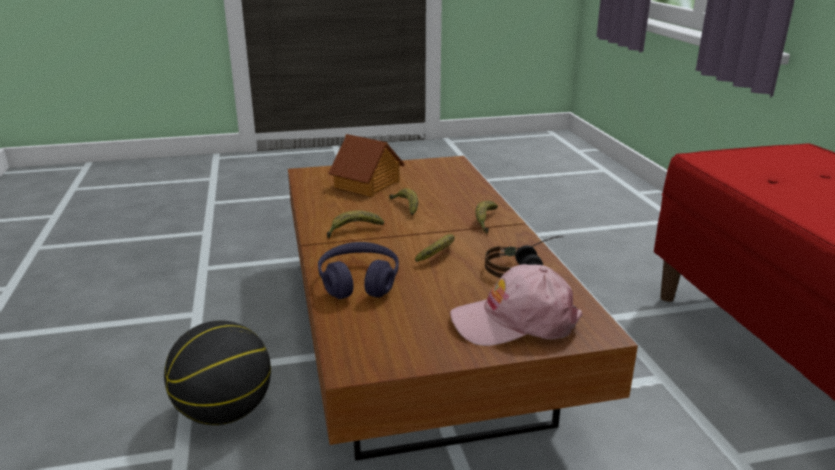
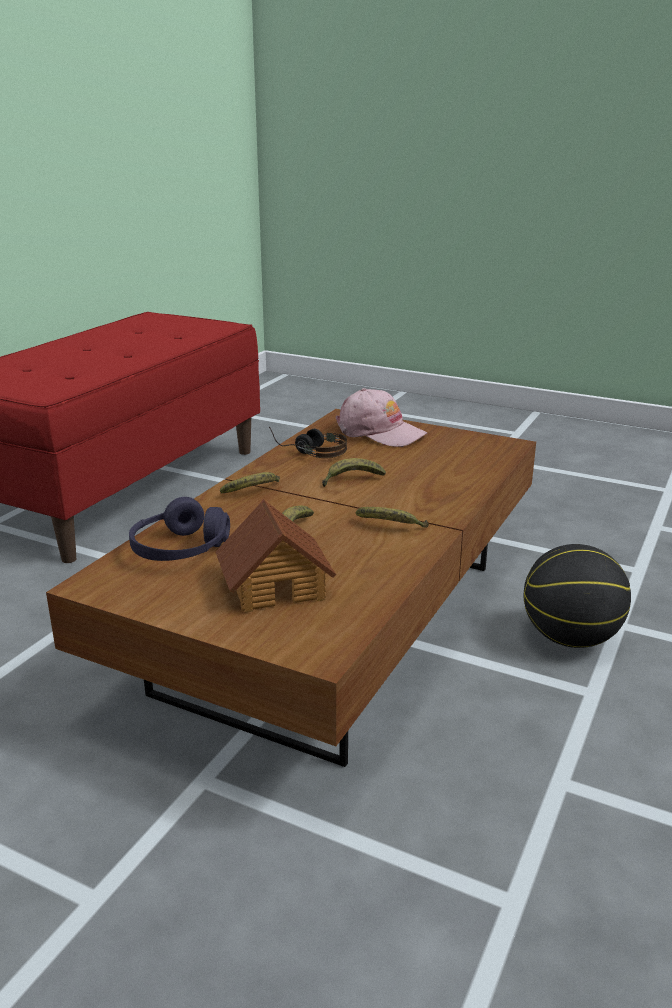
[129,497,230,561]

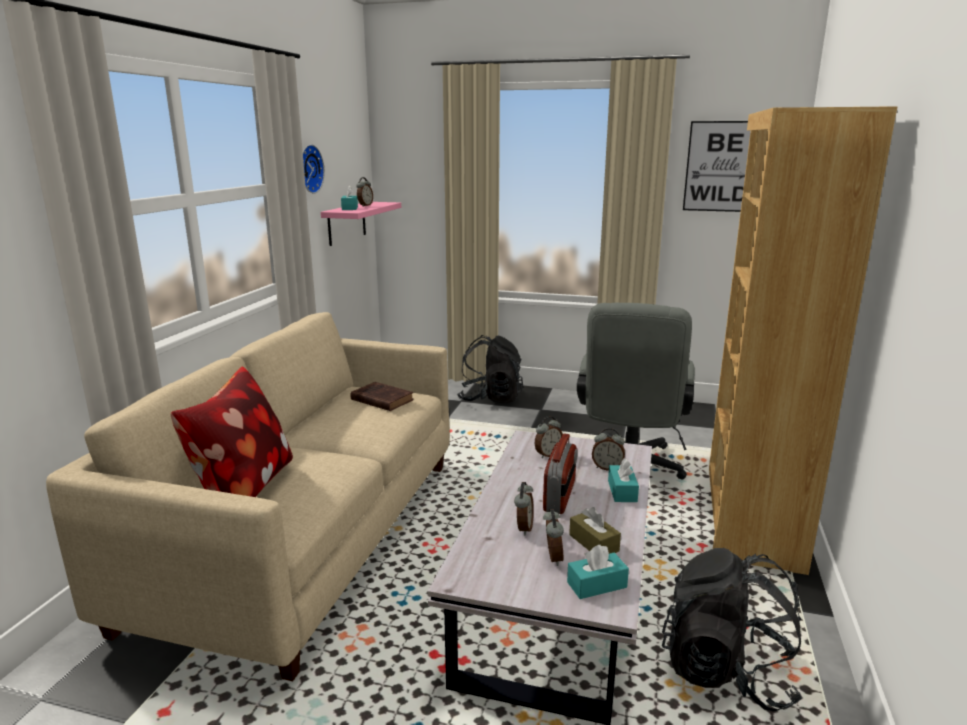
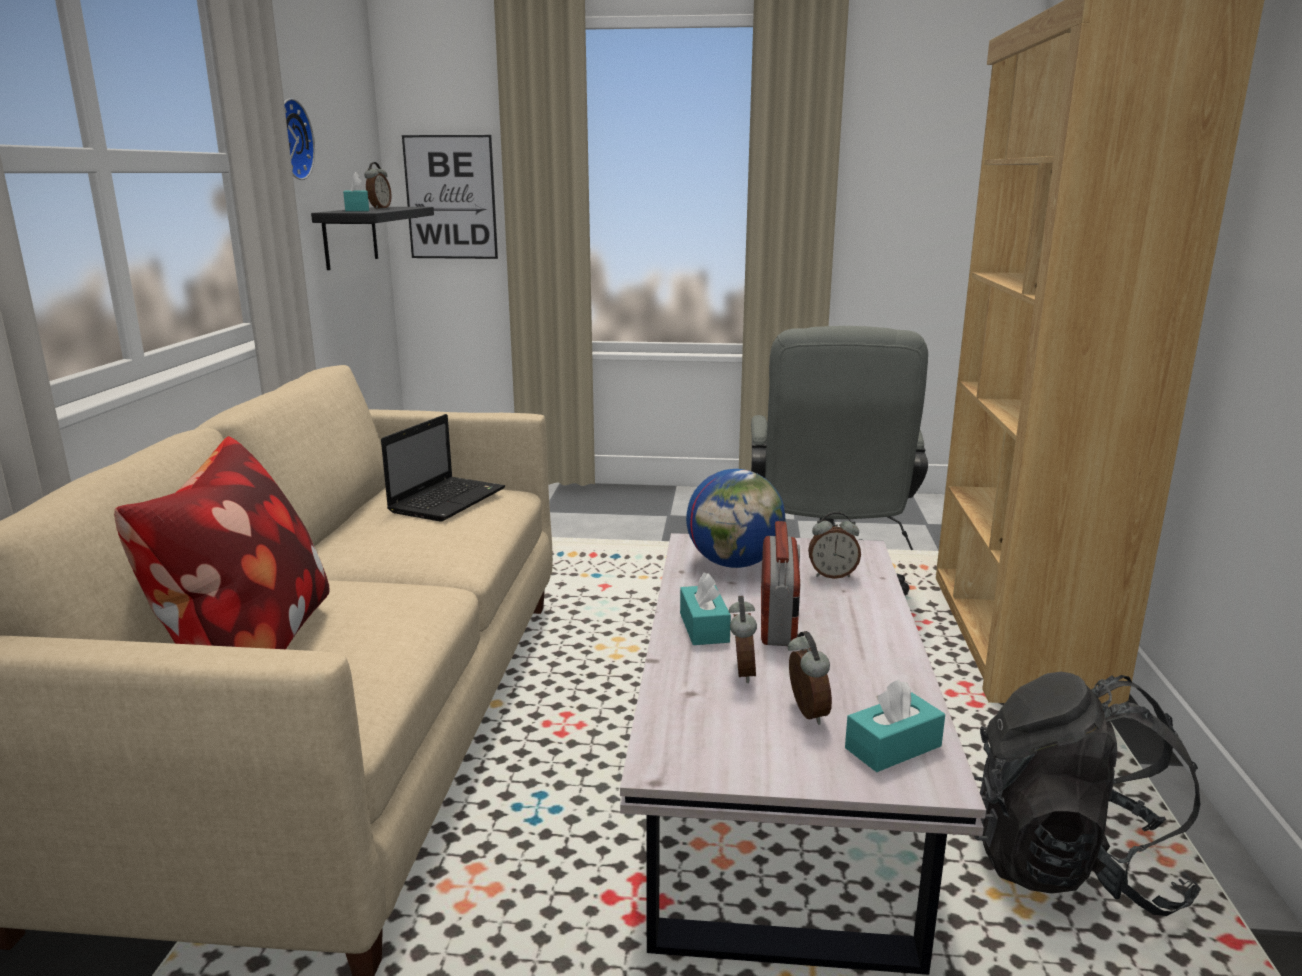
[311,207,434,270]
[381,414,505,522]
[402,135,498,259]
[680,573,731,645]
[686,469,785,568]
[457,335,523,403] (first image)
[569,507,621,554] (first image)

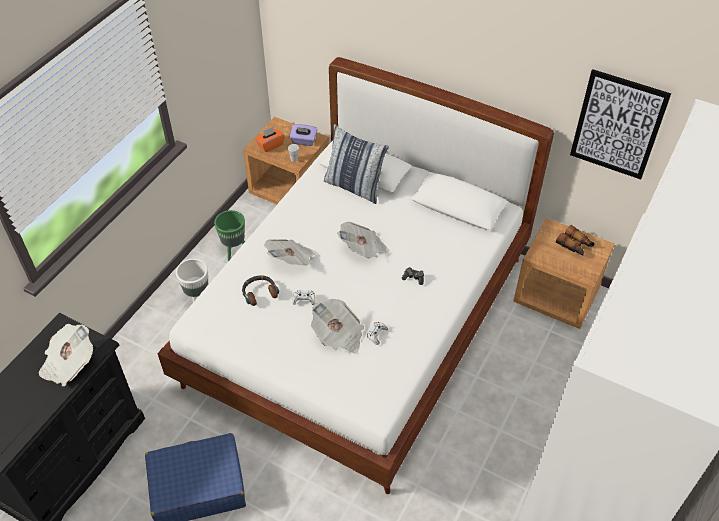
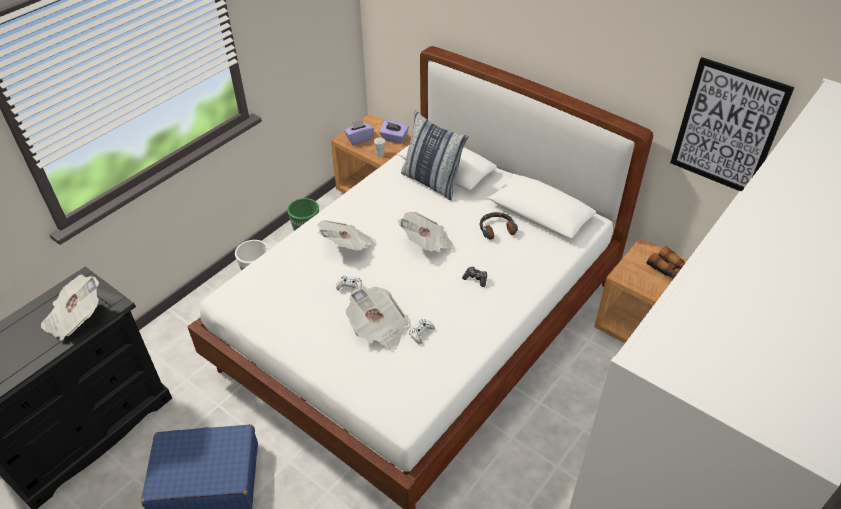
[344,119,374,145]
[480,212,518,240]

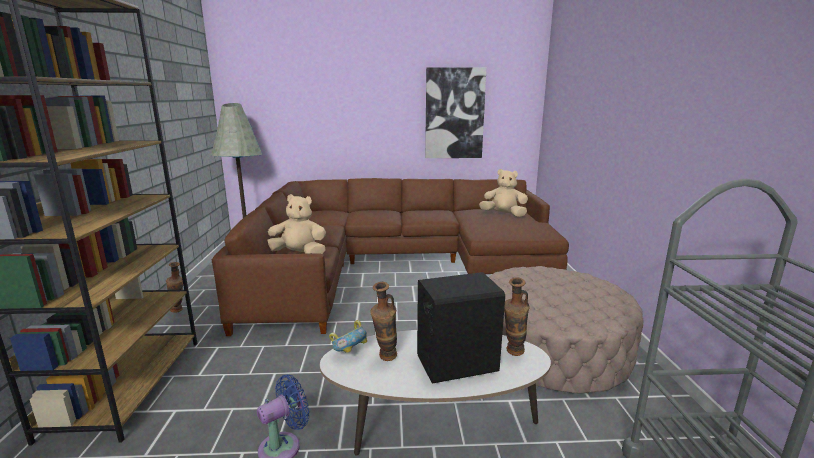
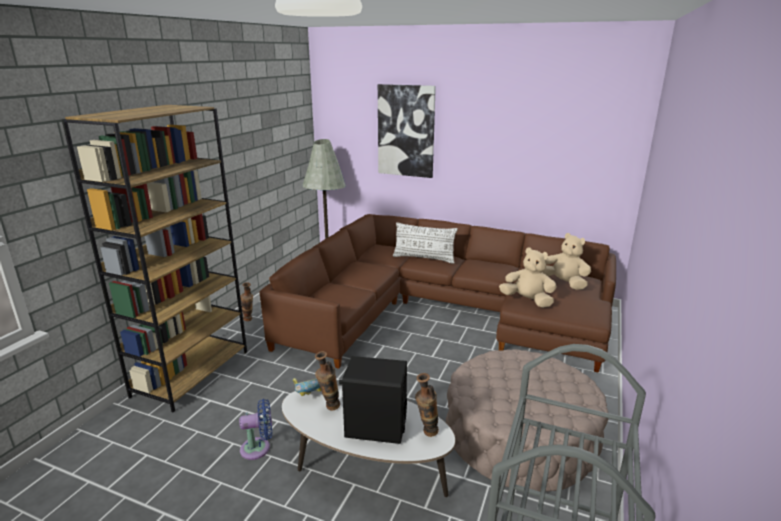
[378,84,436,178]
[393,222,458,264]
[499,247,557,308]

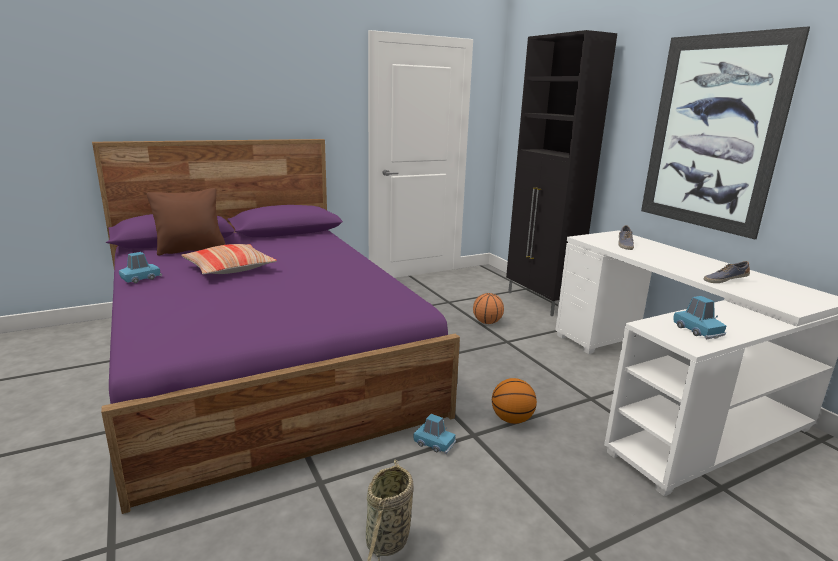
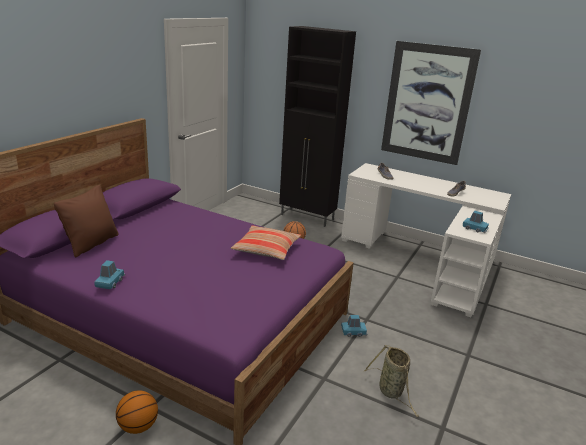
[116,390,158,434]
[231,225,301,260]

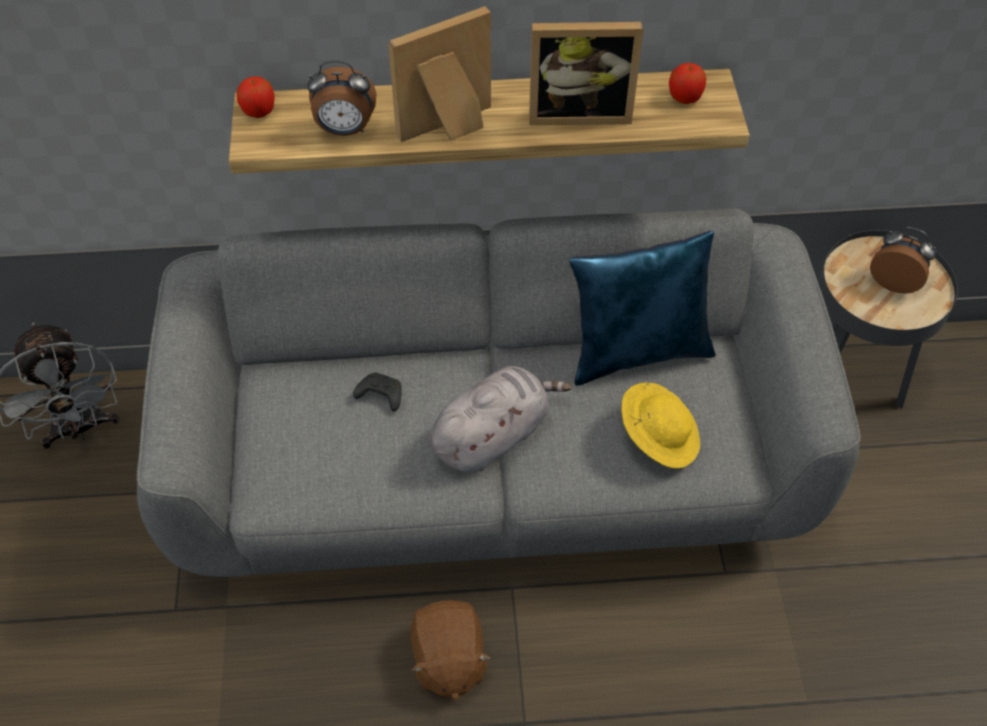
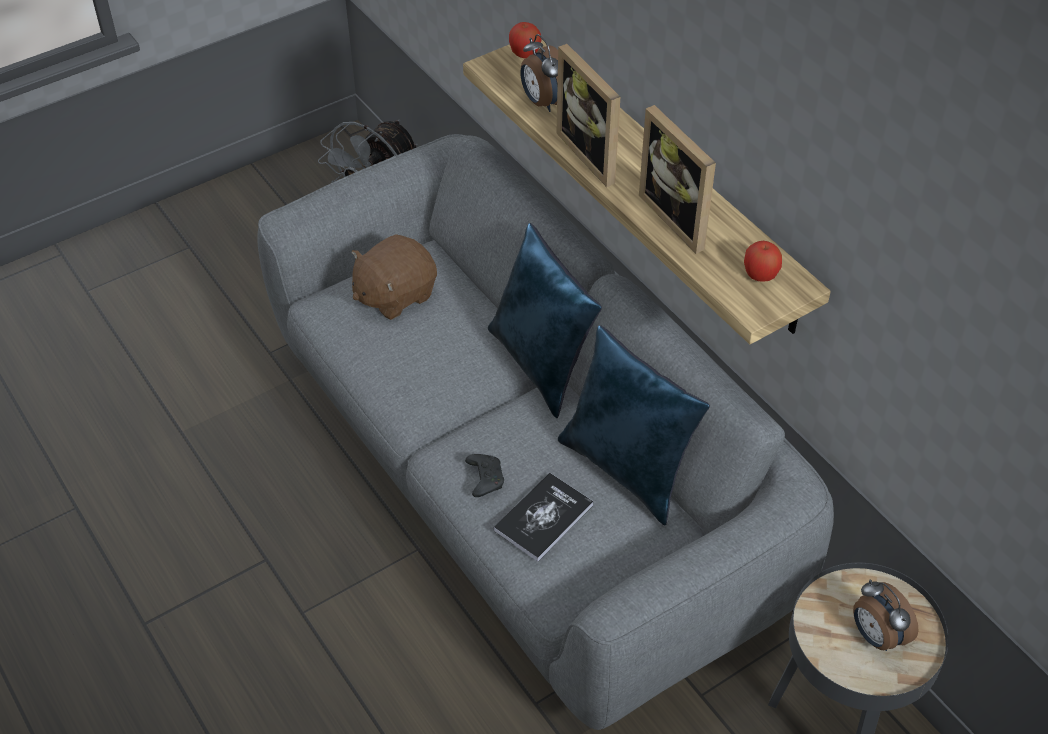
[352,234,437,320]
[465,454,504,497]
[488,223,602,418]
[493,473,594,562]
[556,44,620,187]
[853,580,919,651]
[430,366,572,472] (first image)

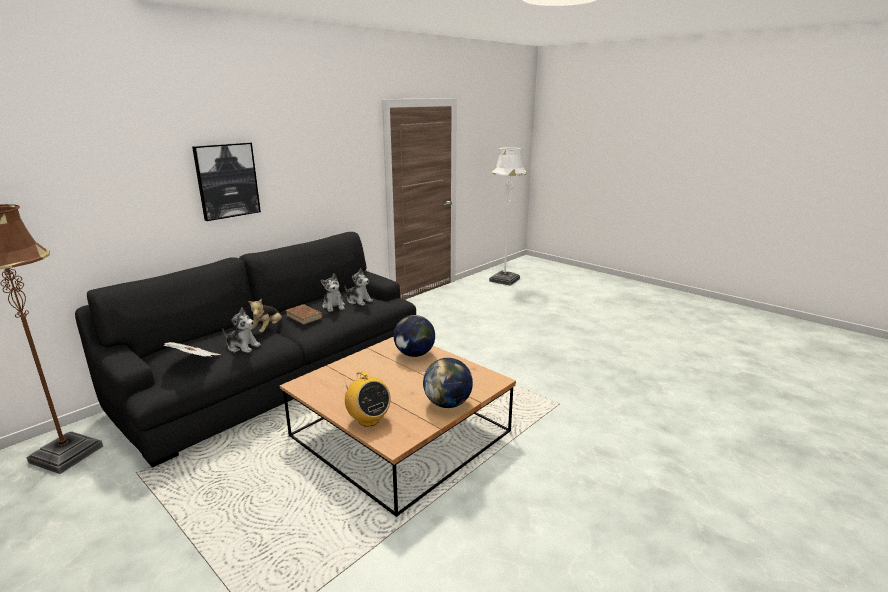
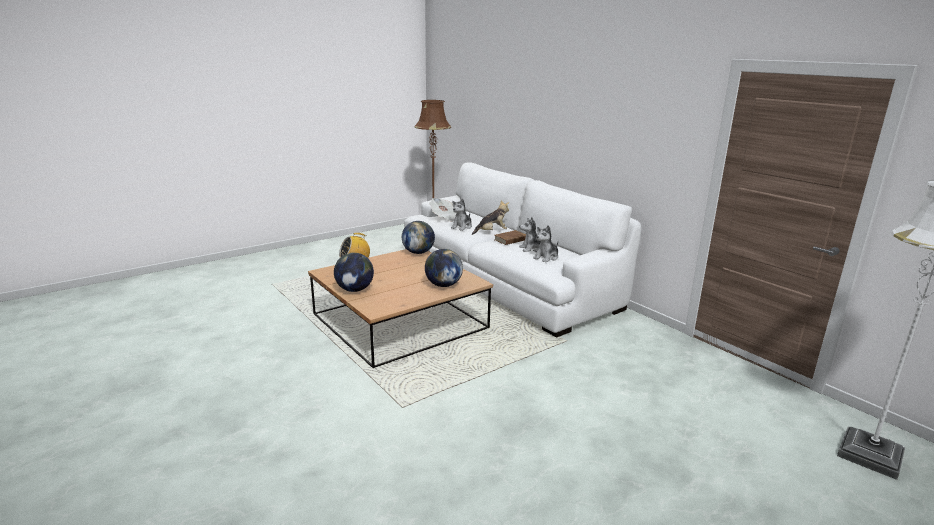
[402,221,435,254]
[404,162,641,338]
[472,200,509,235]
[192,142,261,221] (first image)

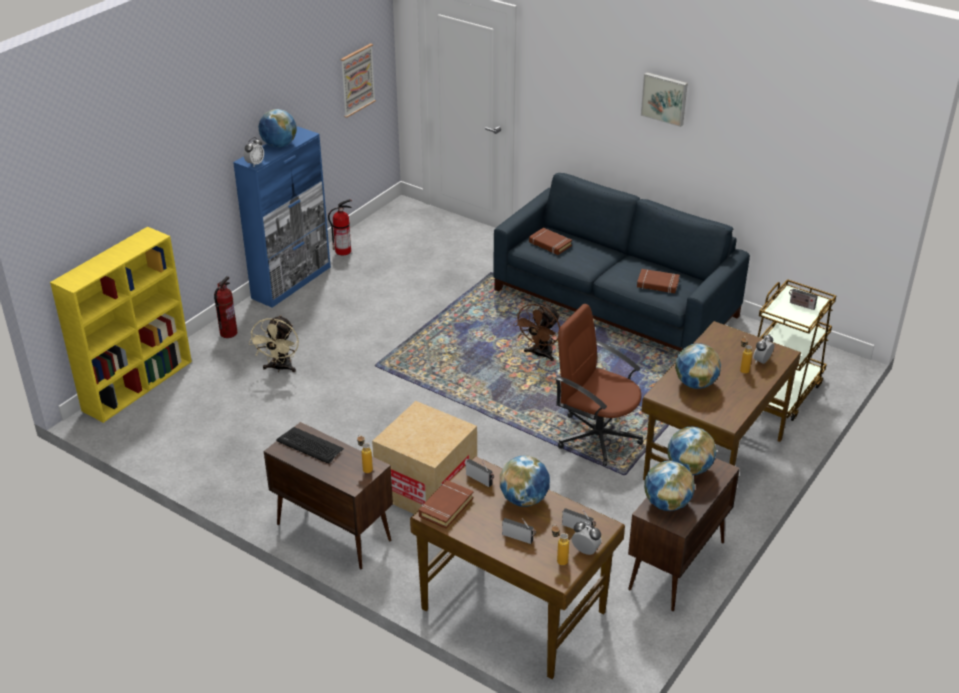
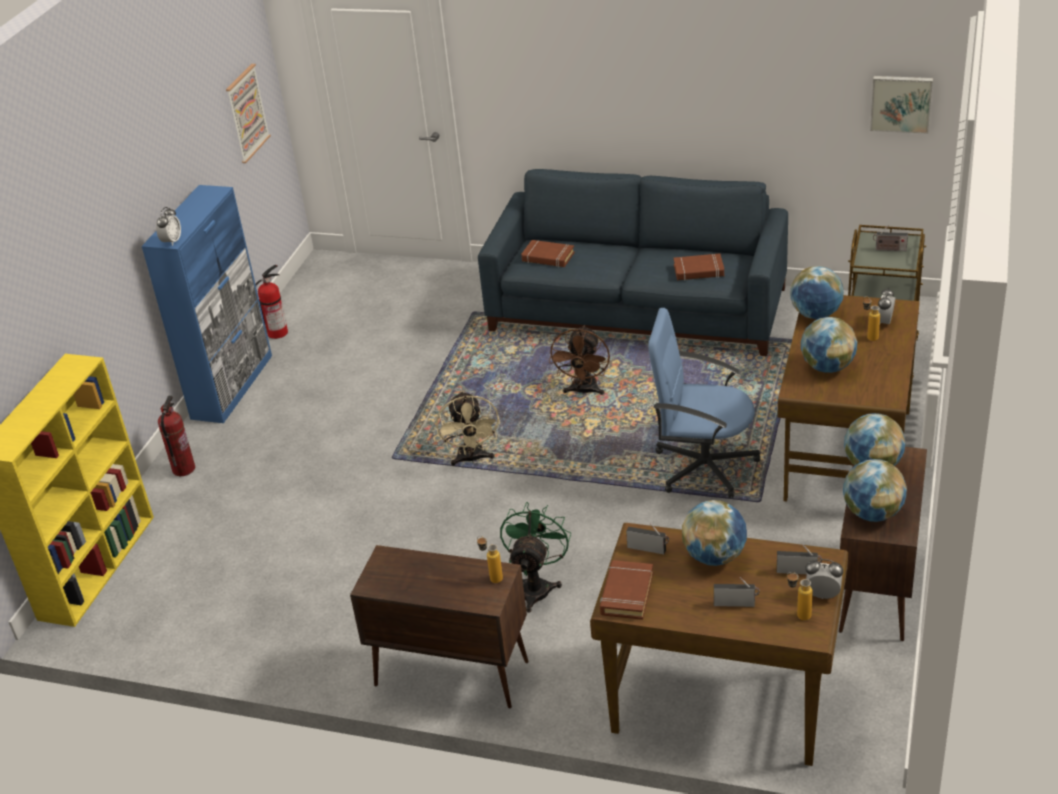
[436,391,500,466]
[500,502,571,612]
[648,308,760,498]
[790,266,844,319]
[870,76,933,134]
[276,427,344,463] (first image)

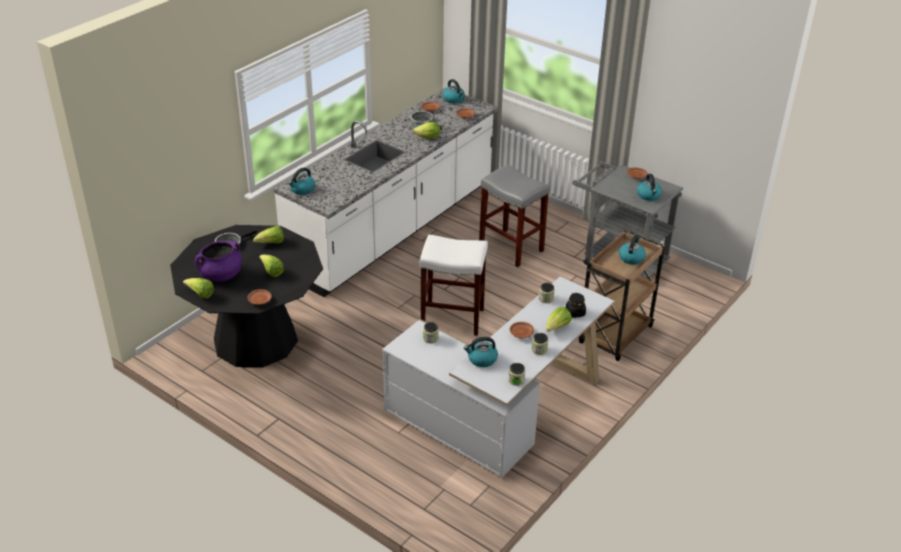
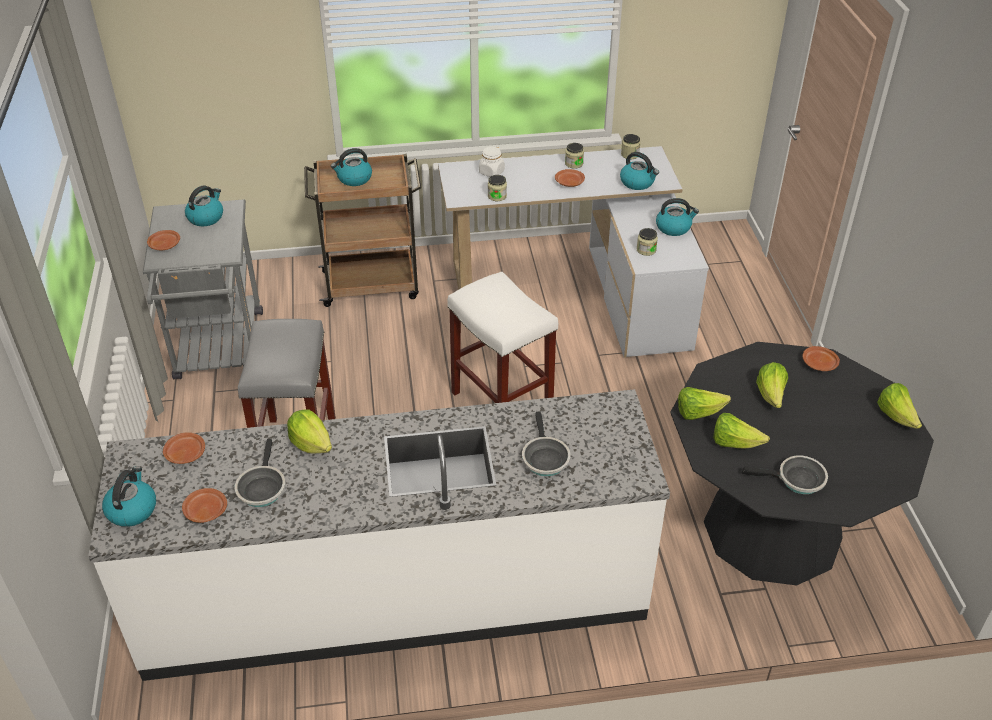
[479,146,505,177]
[522,411,571,476]
[656,198,699,236]
[678,387,731,420]
[195,241,242,281] (first image)

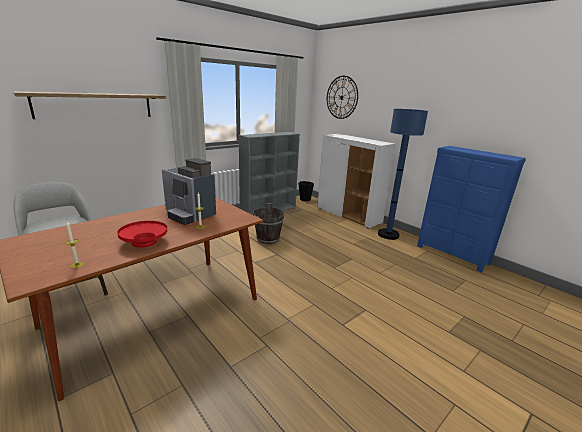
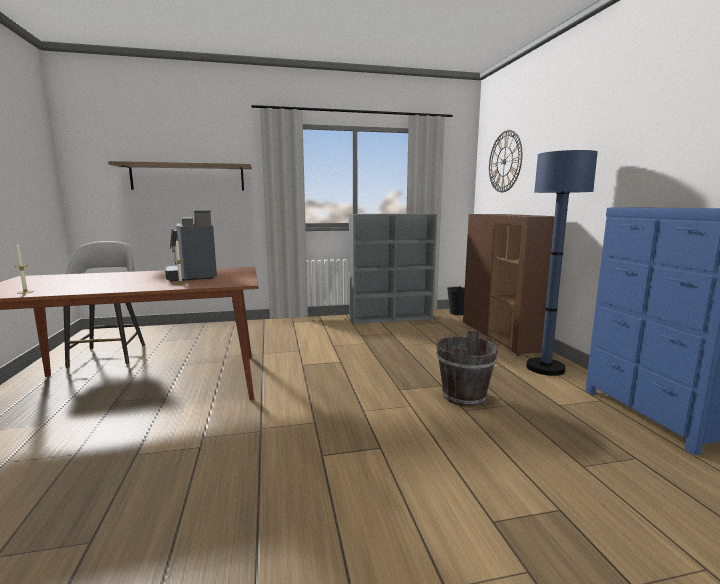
[436,330,498,406]
[463,214,558,356]
[117,221,167,248] (first image)

